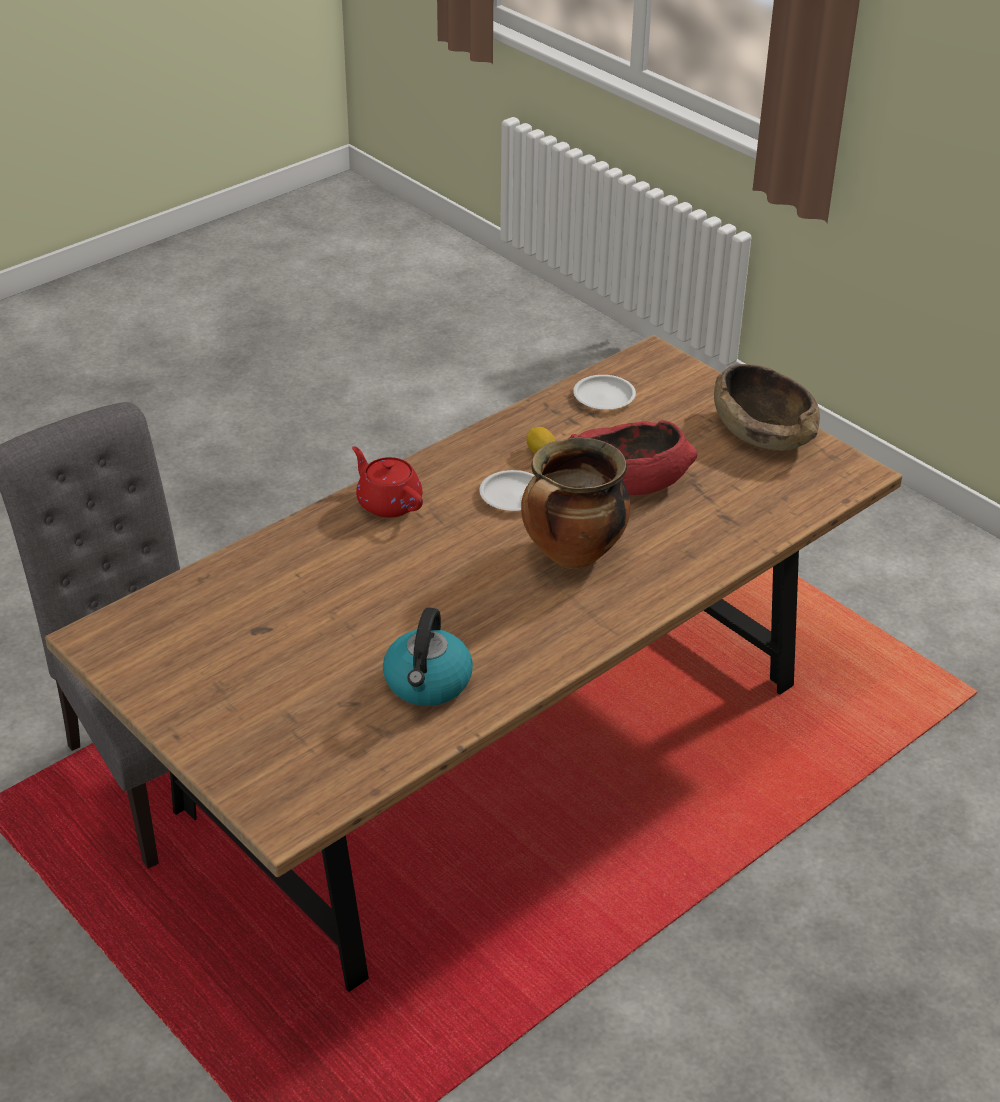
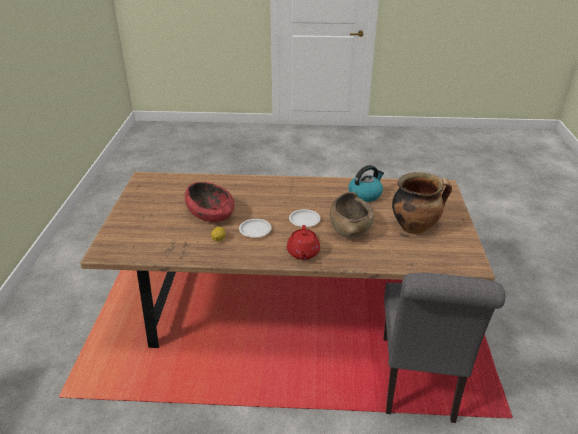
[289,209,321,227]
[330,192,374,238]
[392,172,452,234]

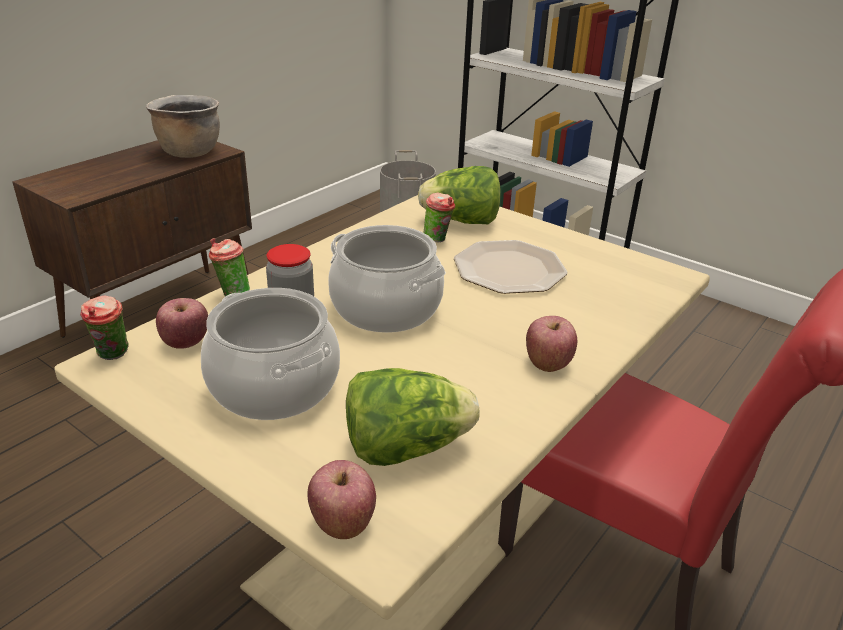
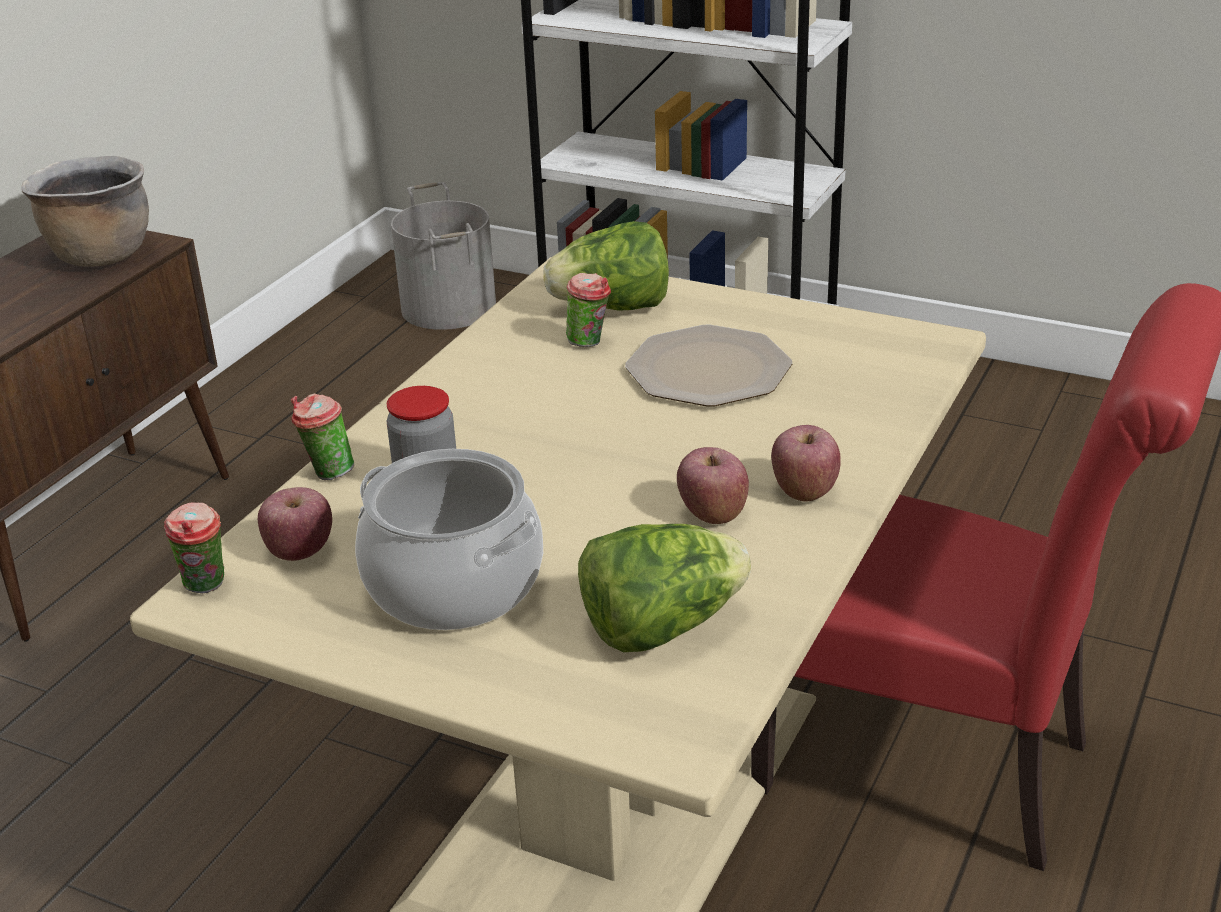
[677,447,749,524]
[328,225,446,333] (first image)

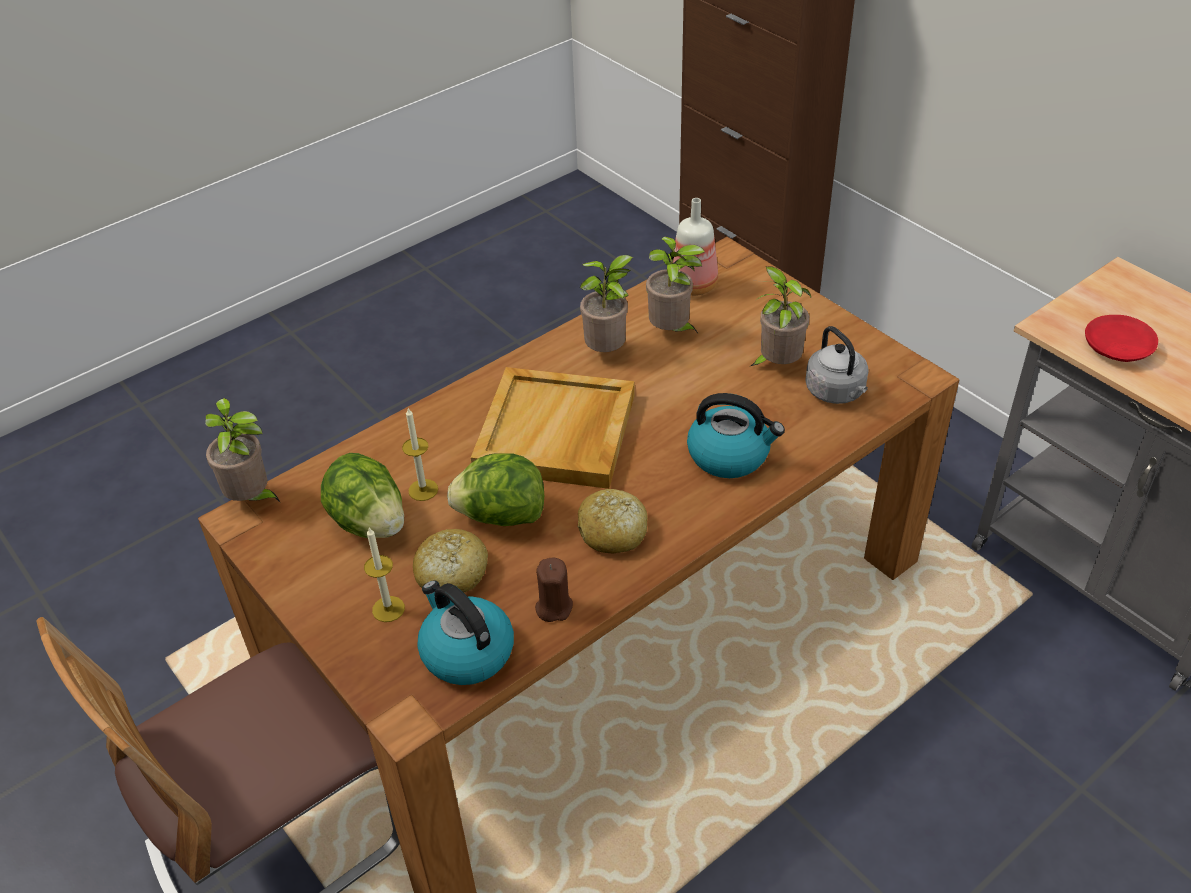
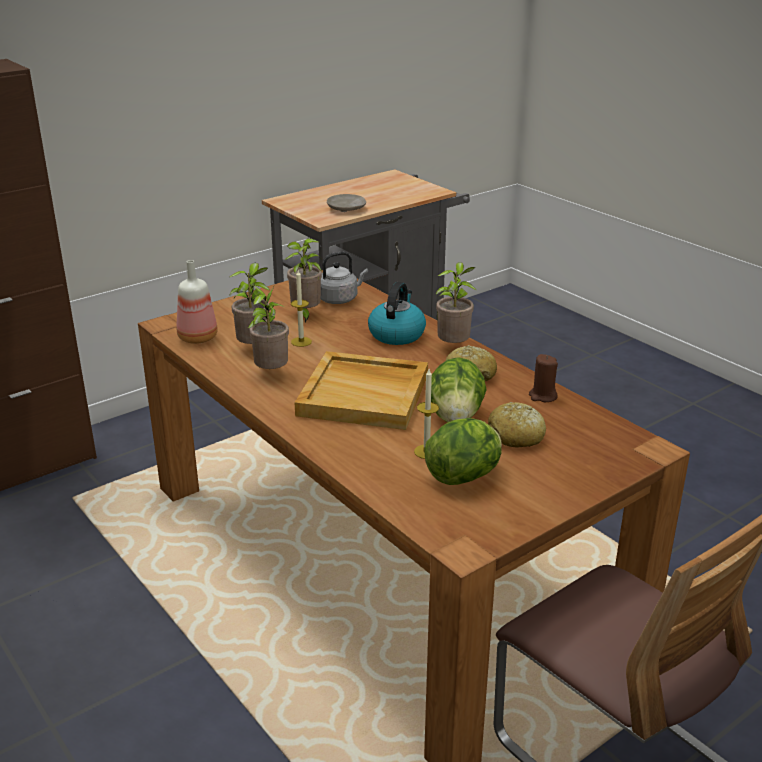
[291,270,312,347]
[327,194,366,212]
[436,262,476,343]
[417,580,514,685] (first image)

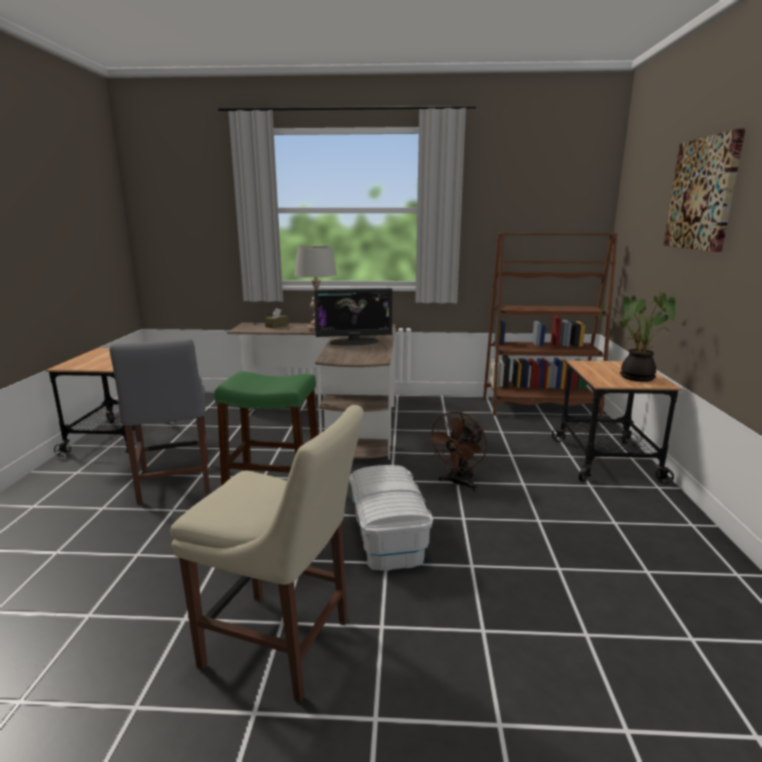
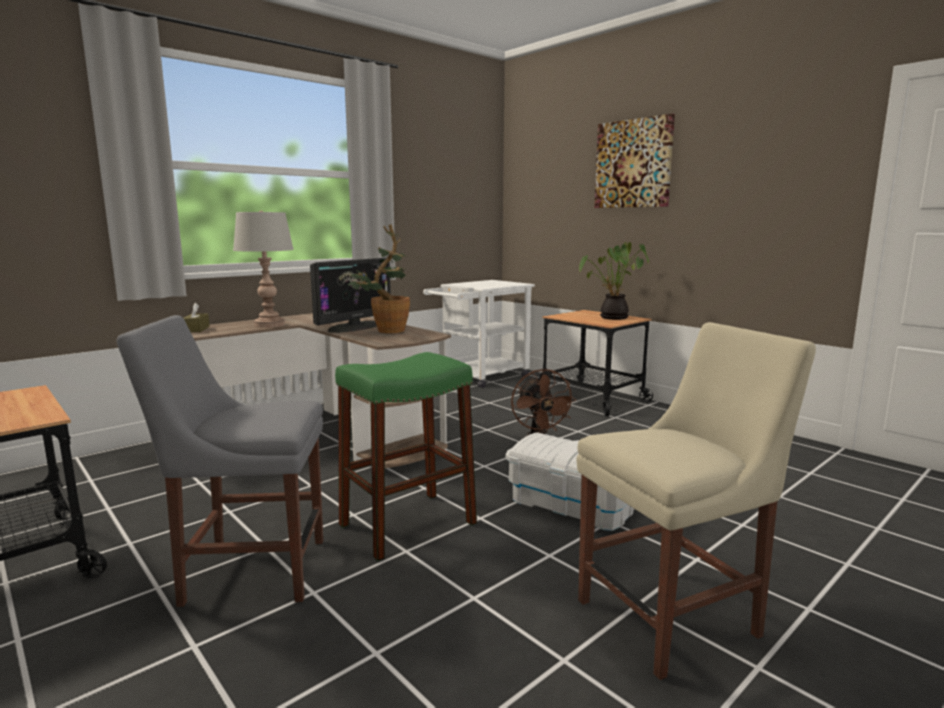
[117,315,323,607]
[347,224,410,333]
[423,280,535,388]

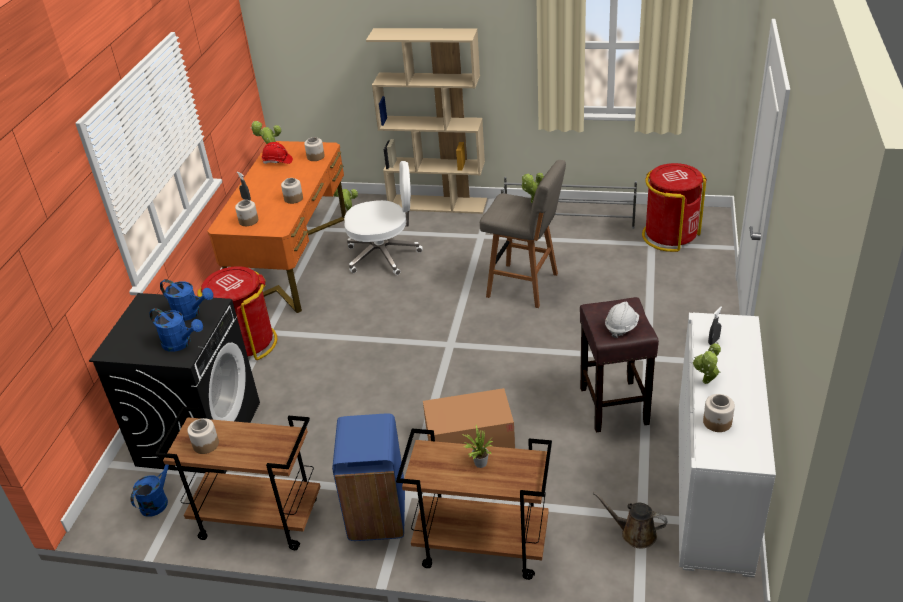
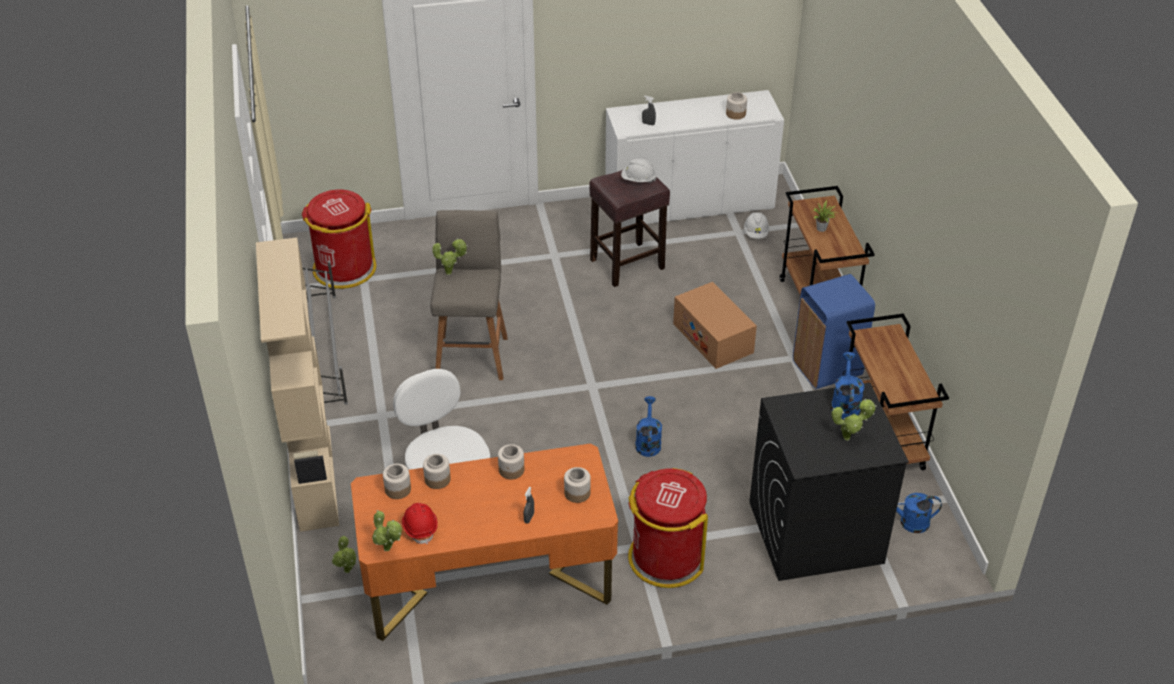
[423,454,451,489]
[635,396,662,457]
[744,212,769,239]
[831,399,877,441]

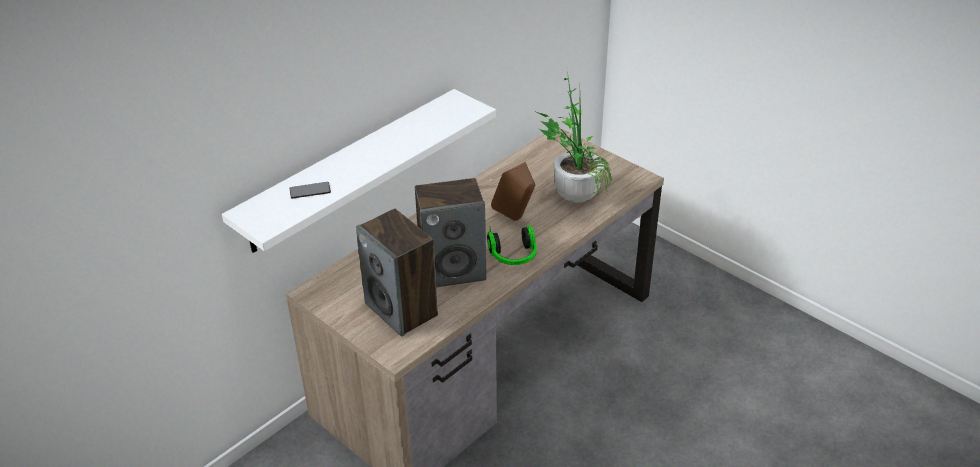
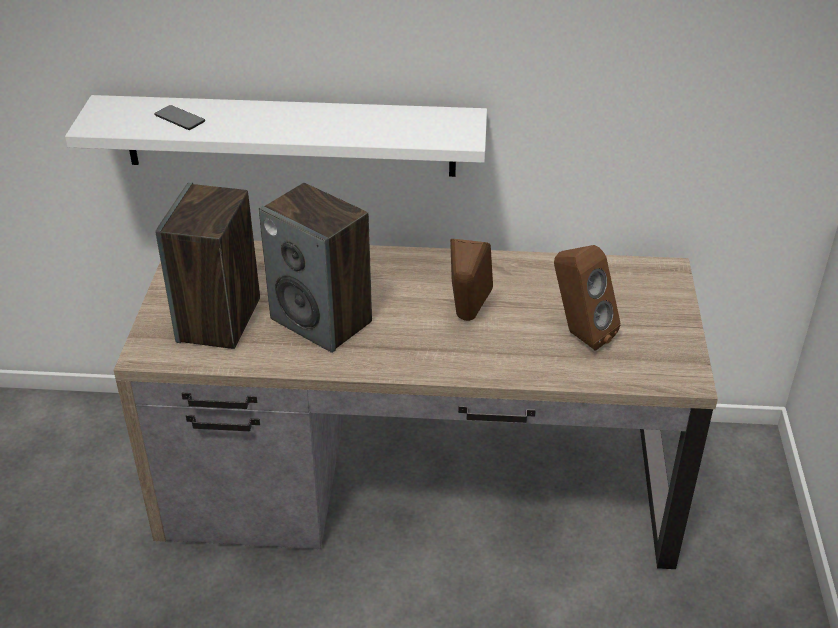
[554,245,621,351]
[487,225,537,265] (first image)

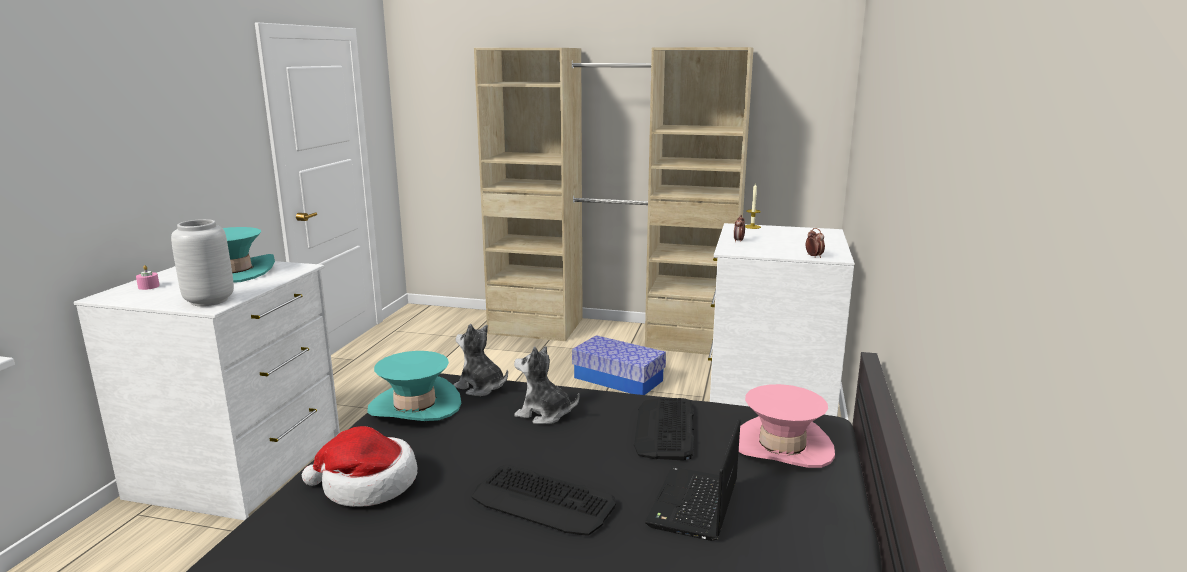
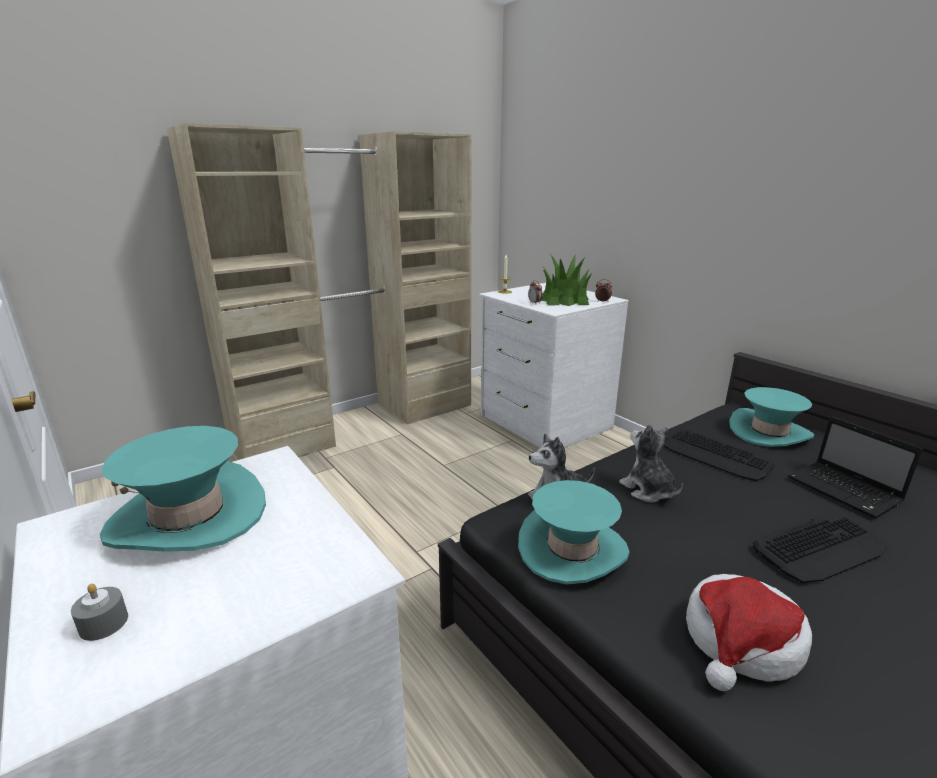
[71,583,128,641]
[541,254,592,306]
[619,424,683,503]
[729,387,814,447]
[171,219,234,306] (first image)
[572,335,666,395] (first image)

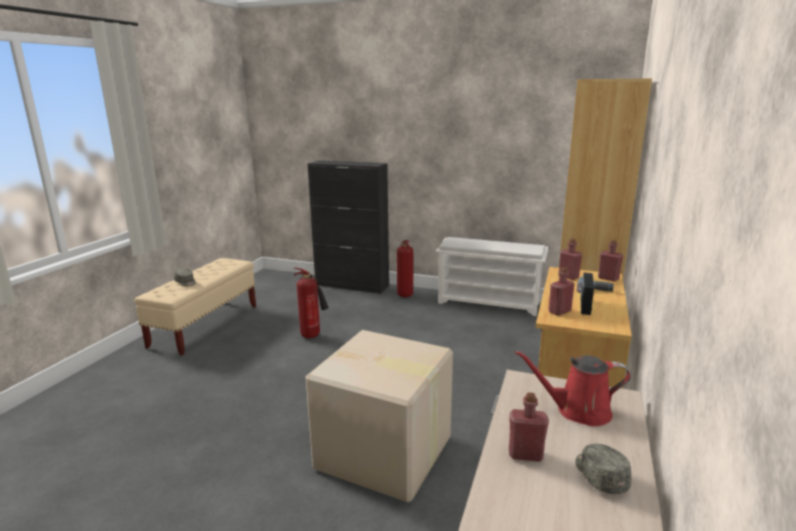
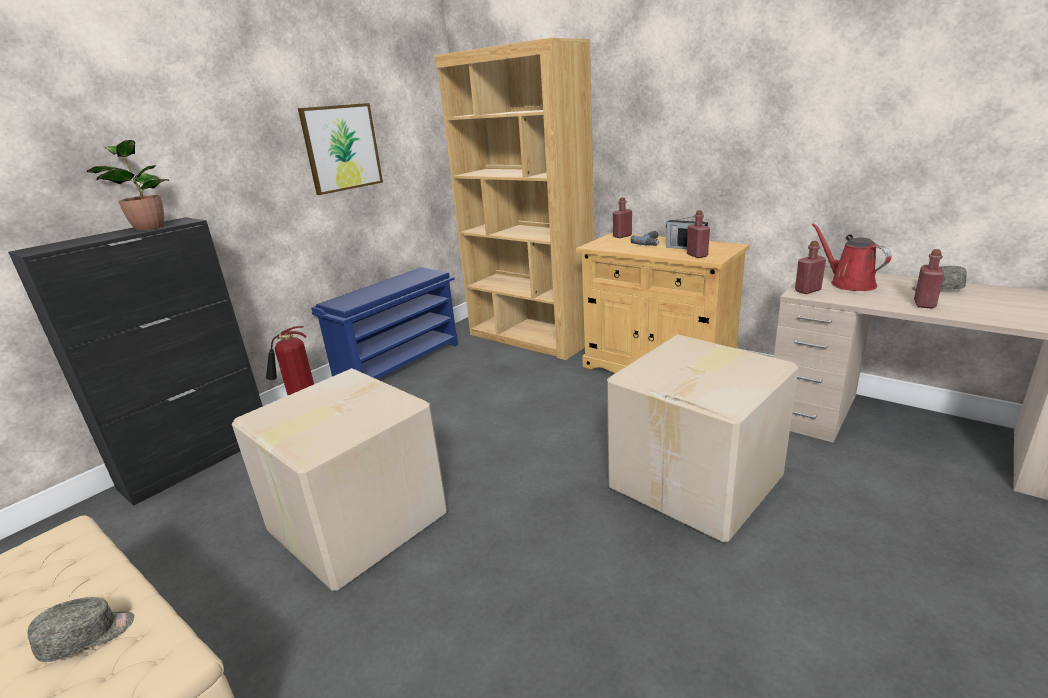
[87,140,169,231]
[232,368,447,591]
[298,103,383,195]
[311,268,458,379]
[795,241,826,294]
[812,223,892,291]

